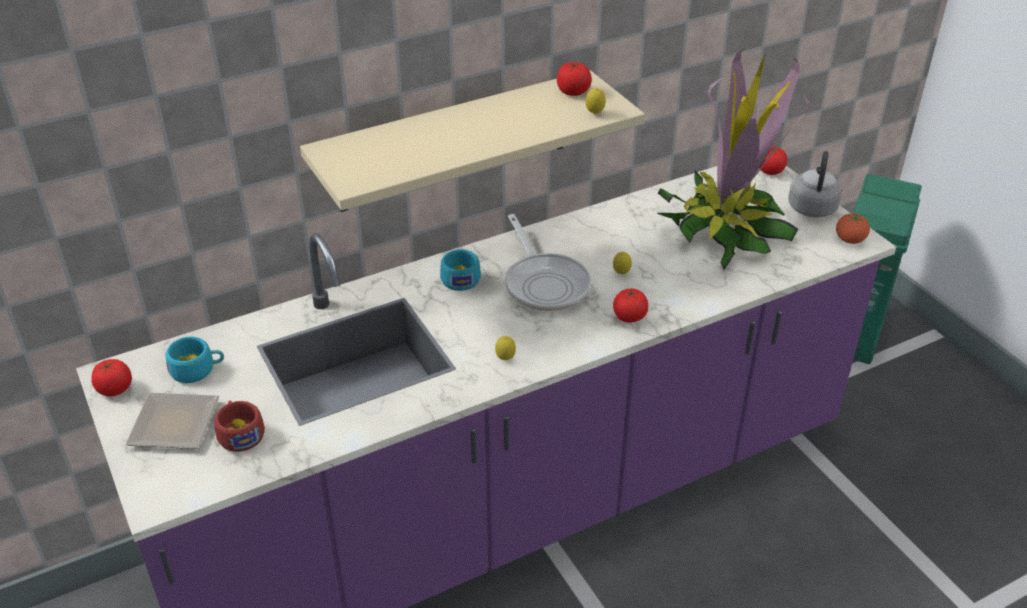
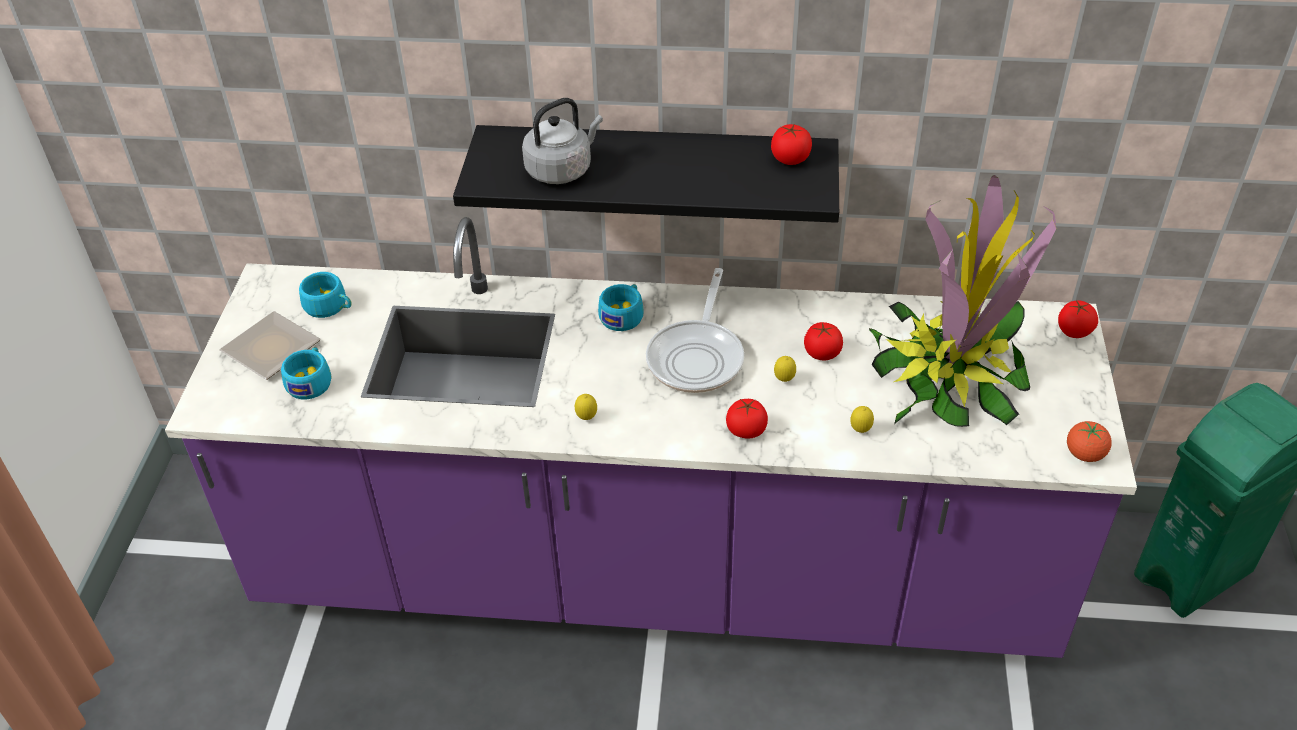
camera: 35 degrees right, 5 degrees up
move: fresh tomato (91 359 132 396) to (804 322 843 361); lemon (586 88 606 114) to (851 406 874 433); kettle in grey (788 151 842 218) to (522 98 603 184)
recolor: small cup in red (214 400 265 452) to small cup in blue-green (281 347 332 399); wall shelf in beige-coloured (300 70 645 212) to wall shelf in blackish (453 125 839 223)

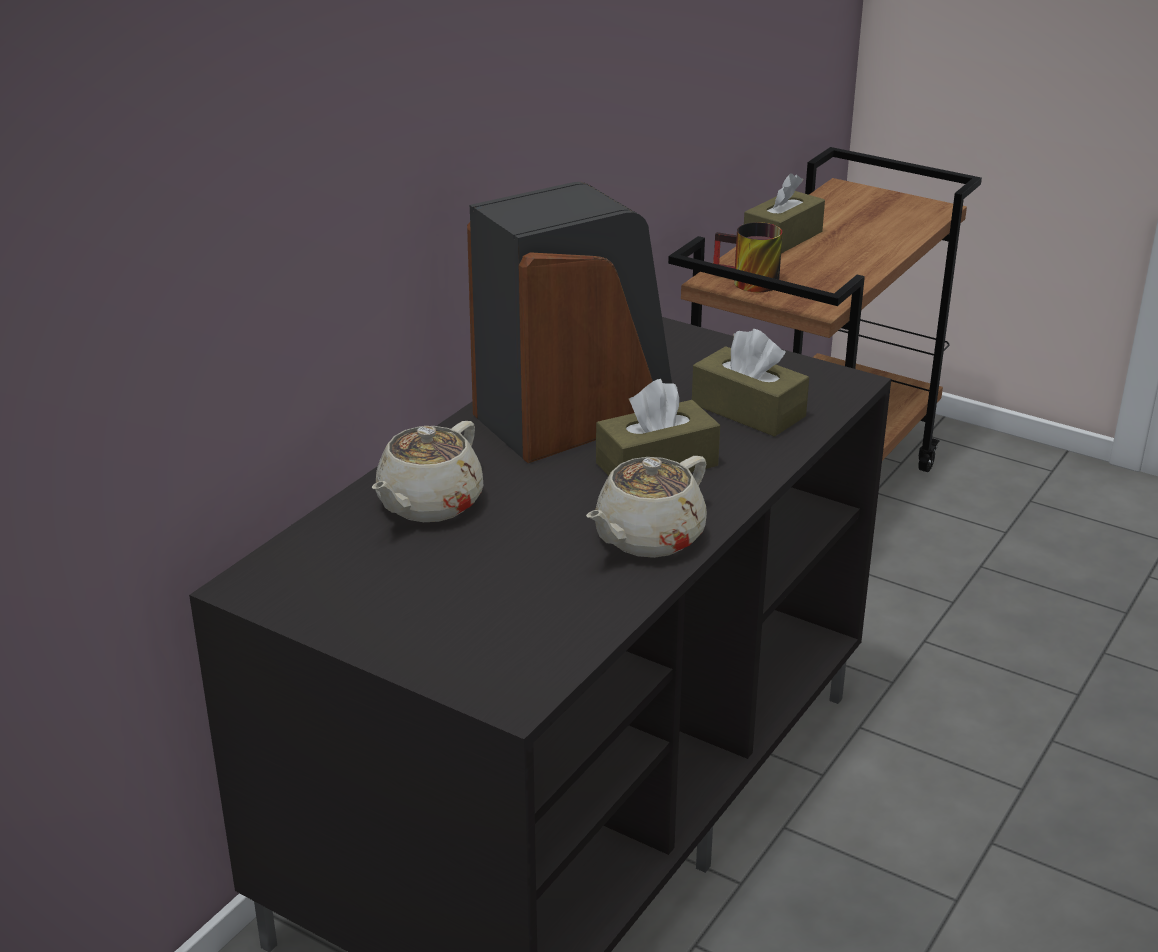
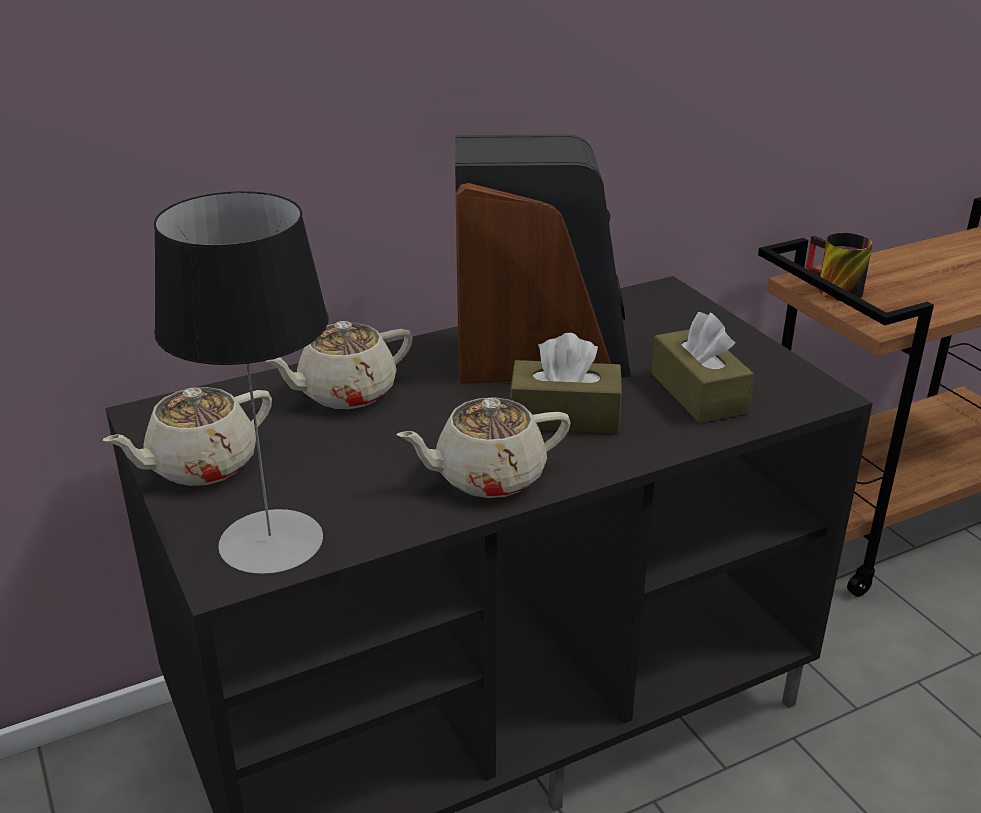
camera: 30 degrees right, 0 degrees up
delete: tissue holder in brown-coloured (744 173 825 254)
insert: teapot in beige-coloured (102 387 272 486); lamp for a table (154 191 328 574)

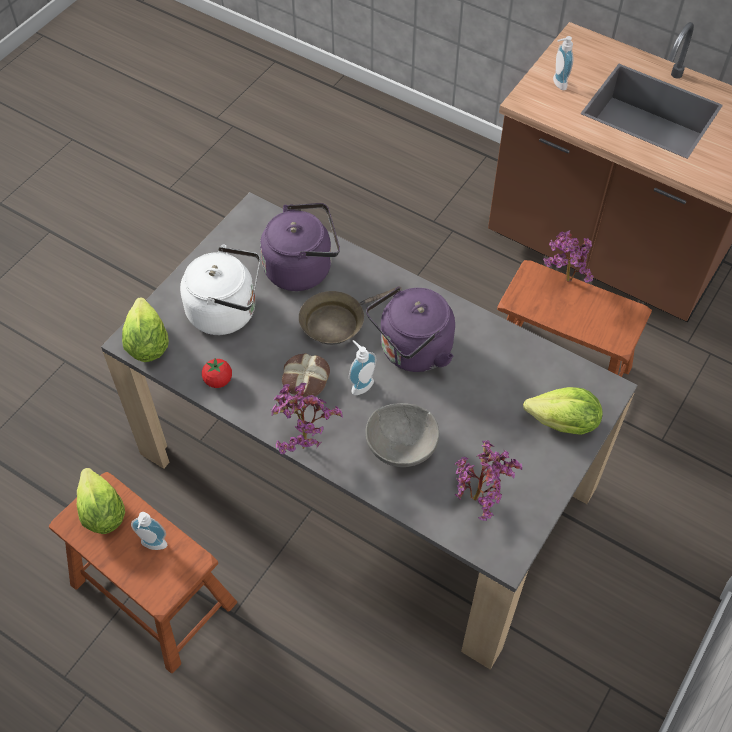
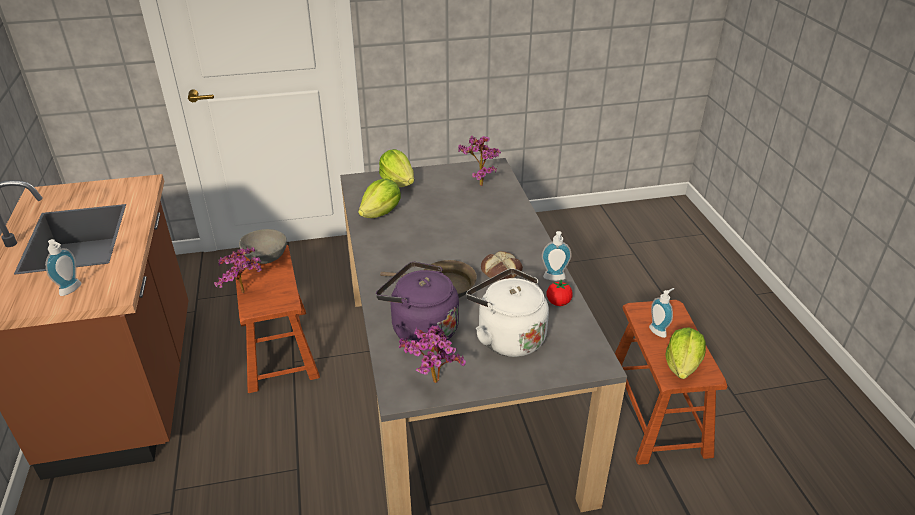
camera: 135 degrees left, 20 degrees down
delete: kettle in purple-coloured (366 287 455 372)
move: head of lettuce (122 297 169 362) to (358 178 401 218); plant in a pot (271 383 343 454) to (398 325 466 383); soap bottle (349 340 376 395) to (542 231 572 281); deep dish in grey (365 403 439 467) to (239 229 287 264)

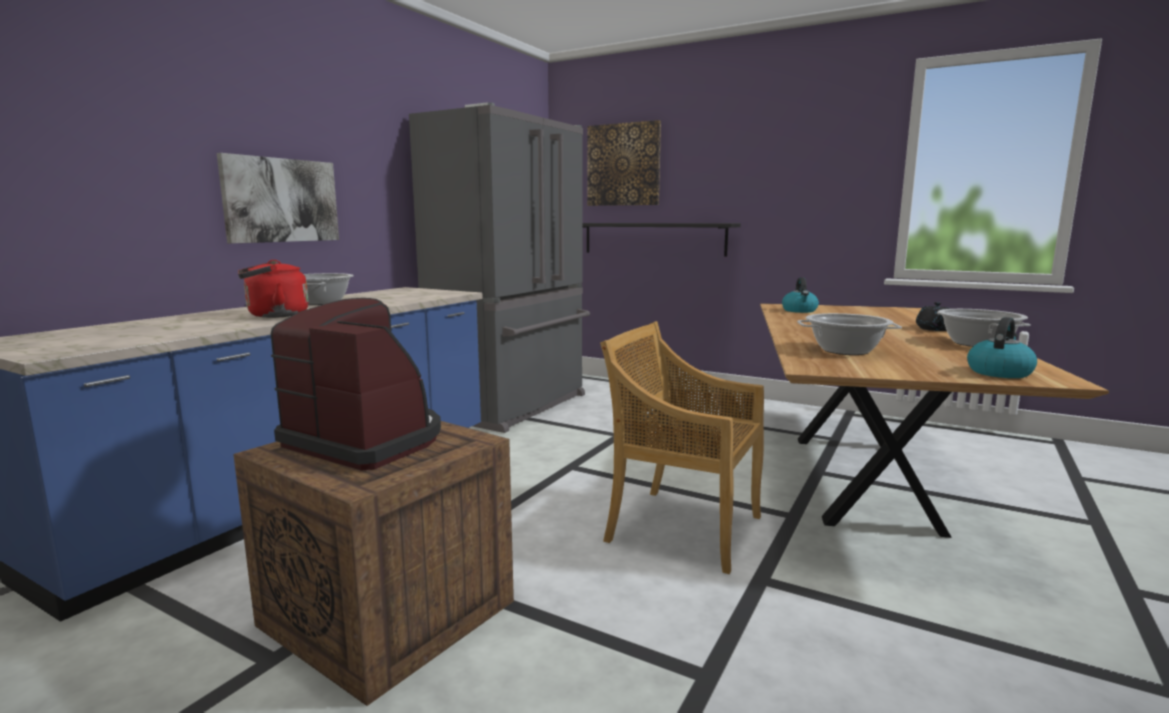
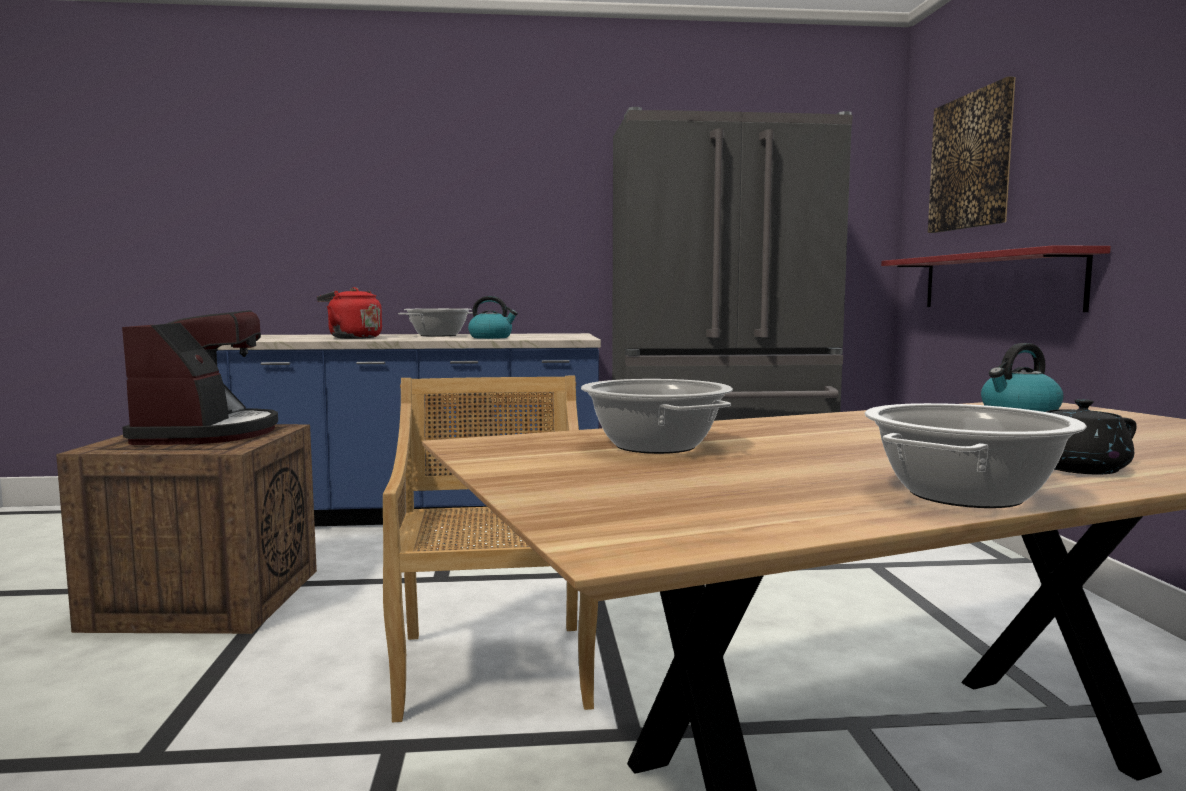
camera: 55 degrees right, 5 degrees down
delete: picture (217 153 339 243)
move: kettle (967 317 1037 378) to (468 296 518 339)
recolor: wall shelf in blackish (583 223 741 257) to wall shelf in red (881 245 1111 312)

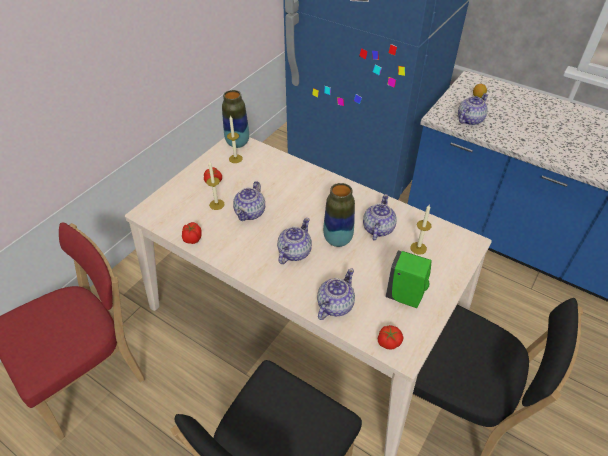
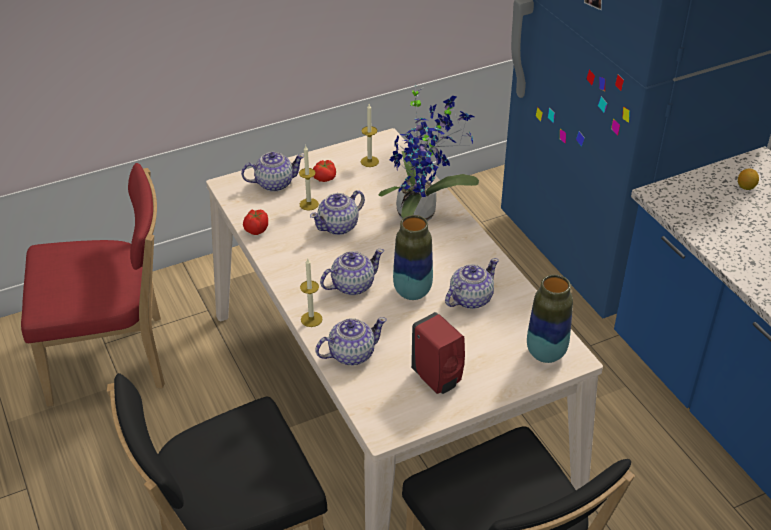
camera: 30 degrees right, 5 degrees down
delete: fresh tomato (378 325 403 350)
insert: plant in a pot (378 84 479 221)
move: decorative vase (222 90 249 148) to (527 275 573 363); candle (410 205 432 255) to (300 259 323 327); teapot (458 93 488 125) to (241 152 304 191)
recolor: soap bottle in greenish (385 250 431 308) to soap bottle in red (411 312 465 394)

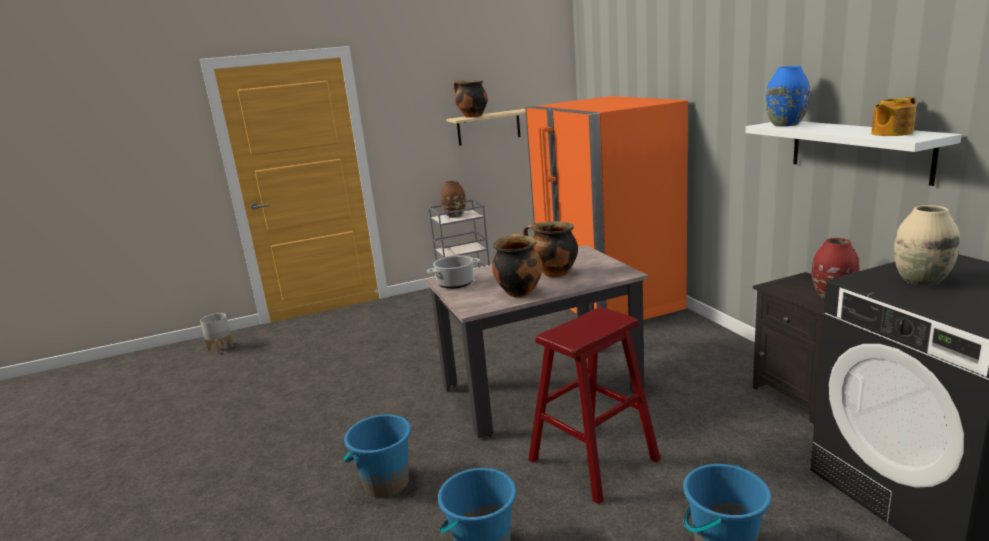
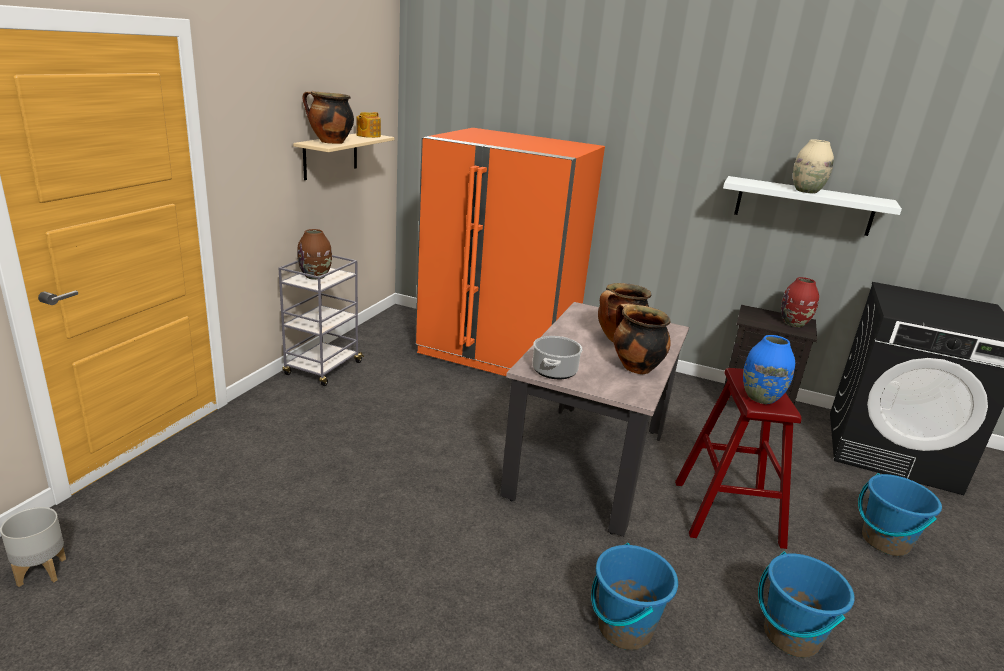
camera: 50 degrees left, 5 degrees up
move: decorative vase in blue (766 66 810 127) to (743 335 795 404); teapot (871 97 916 136) to (356 112 381 138); decorative vase in beige-coloured (894 205 960 286) to (793 139 834 194)

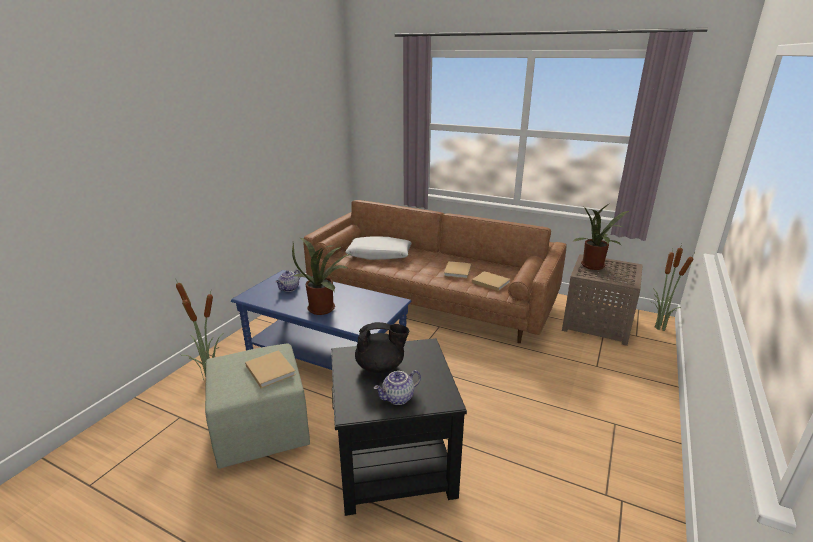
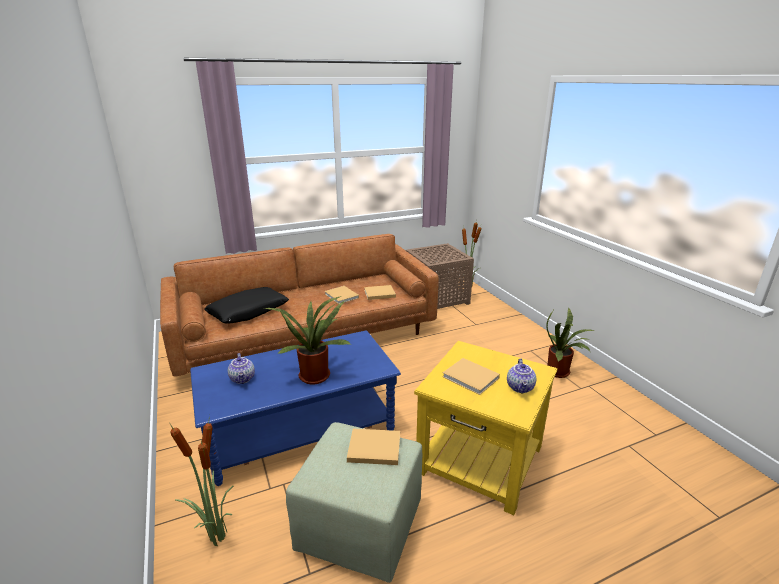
camera: 50 degrees left, 0 degrees up
move: plant in a pot (572 205 629 270) to (546 308 596 378)
replace: teapot in blackish (355 322 409 373) to volume in beige-coloured (442 358 500 395)
recolor: end table in blackish (331 338 467 516) to end table in yellowish (414 341 558 515); cushion in white (345 236 412 260) to cushion in blackish (204 287 289 324)

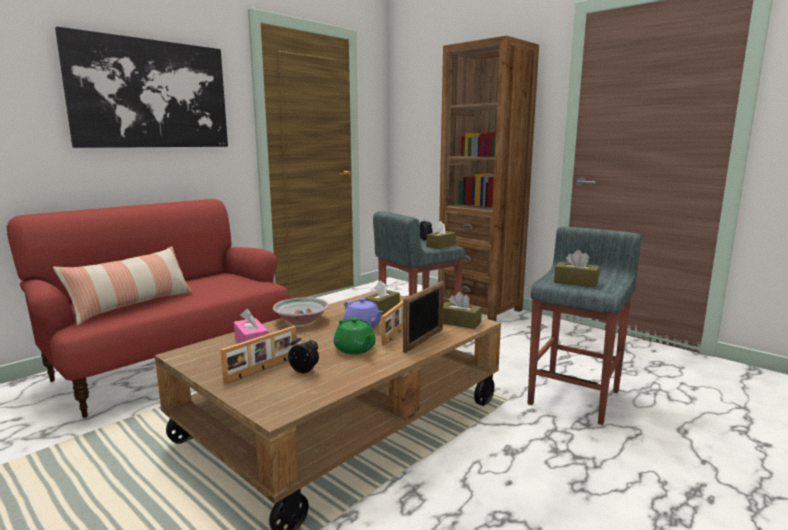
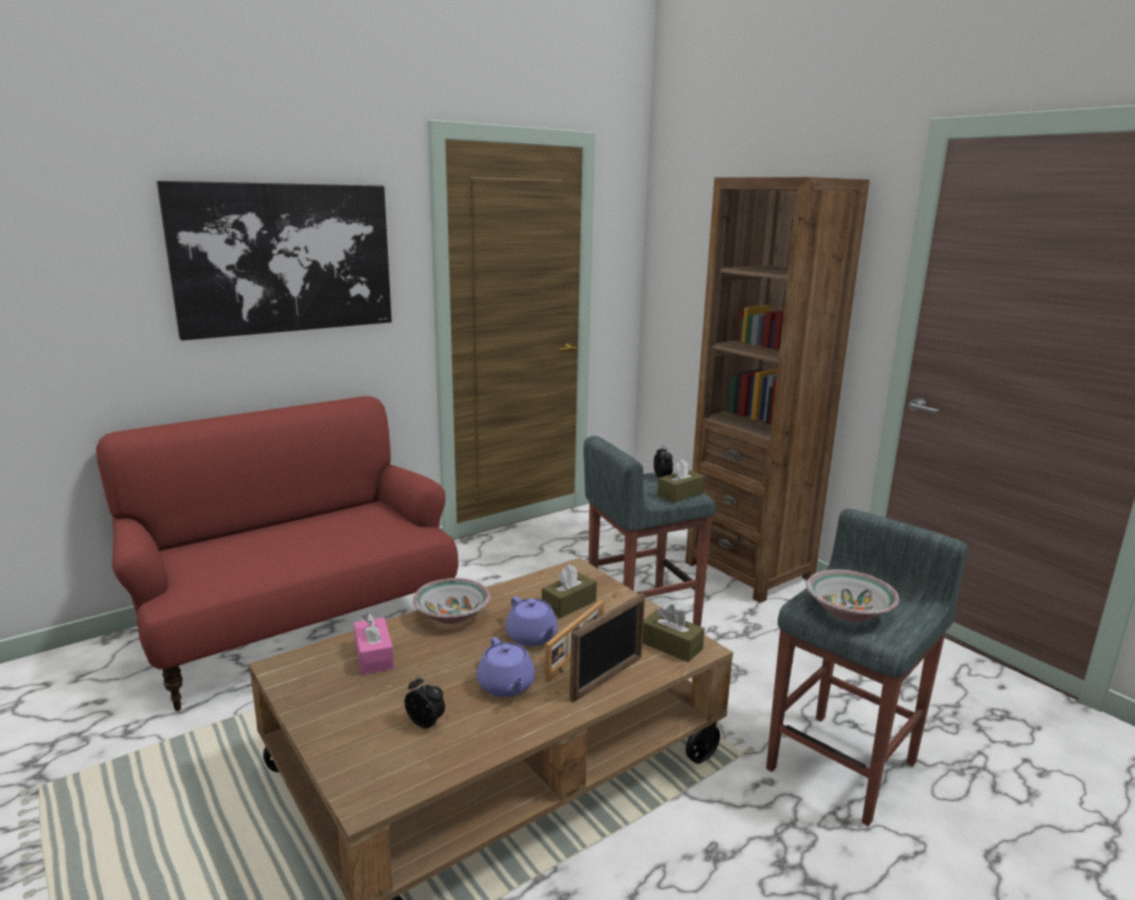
camera: 10 degrees right, 5 degrees up
delete: cushion (53 246 193 325); picture frame (220 326 297 384)
replace: tissue holder in brown-coloured (554 250 600 288) to deep dish (806 569 899 622)
recolor: teapot in greenish (334 317 376 354) to teapot in purple-coloured (477 637 535 697)

